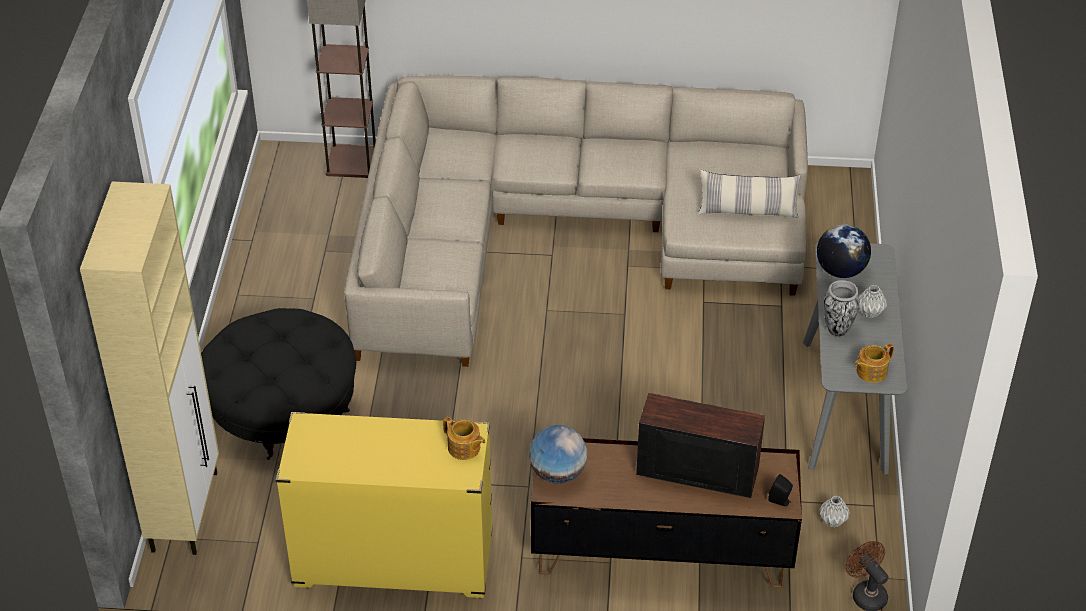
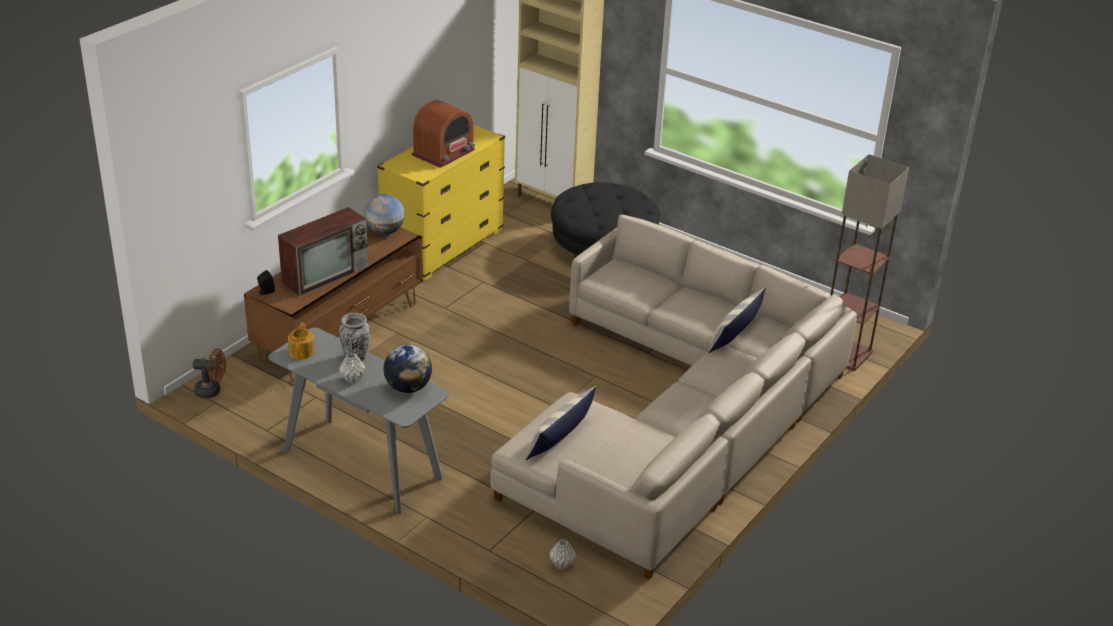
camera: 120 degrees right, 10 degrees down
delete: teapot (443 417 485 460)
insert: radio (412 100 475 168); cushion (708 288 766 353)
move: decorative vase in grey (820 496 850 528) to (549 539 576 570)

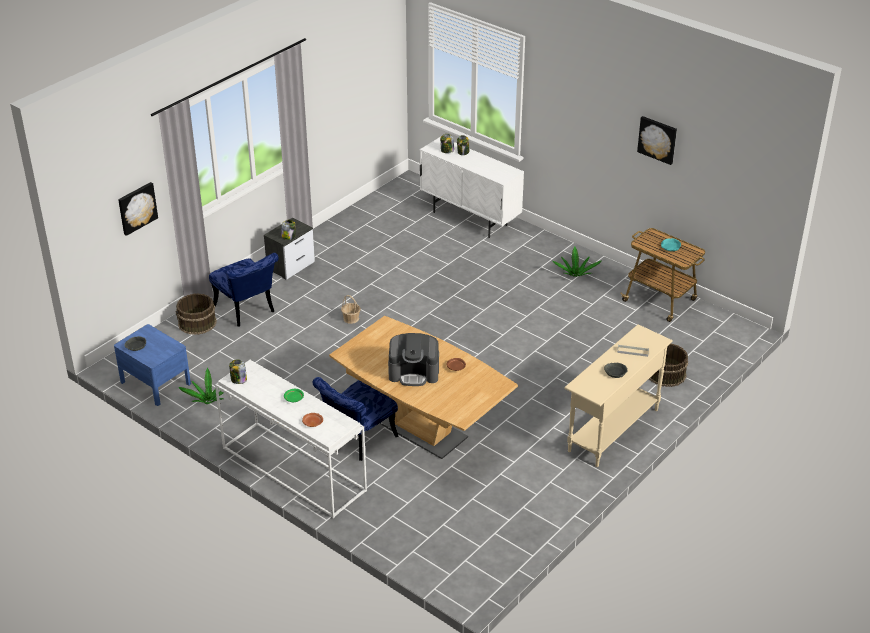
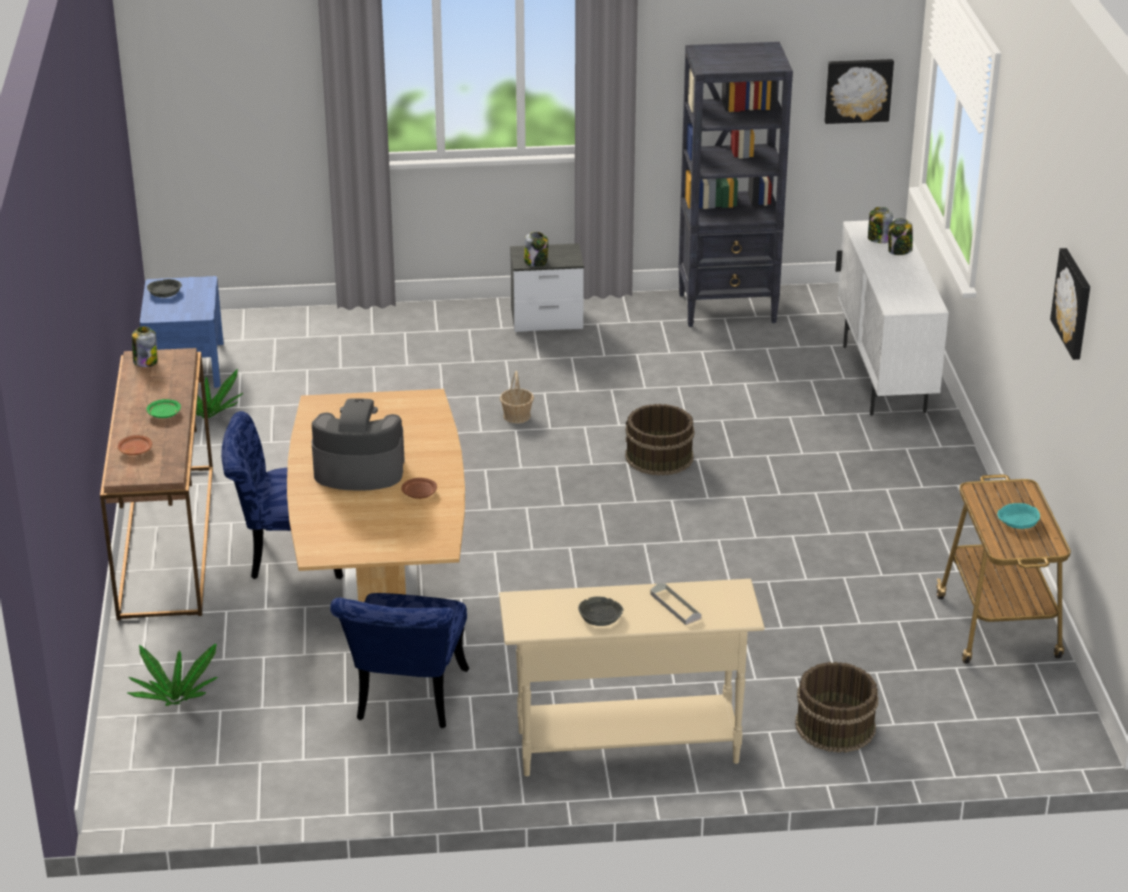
camera: 45 degrees right, 5 degrees down
insert: bookcase in blackish (678 42 793 327)
move: picture (118 182 158 236) to (825 59 894 124); water bucket in brown-coloured (175 293 217 335) to (625 404 695 476); chair in blue (209 253 279 327) to (330 593 469 728); plant in a pot (552 247 602 277) to (127 644 218 706)
recolor: narrow table in white (215 360 367 519) to narrow table in brown-coloured (100 348 213 620)
rotate: coffee maker (388 333 439 386) = (312 398 405 491) 135 degrees clockwise

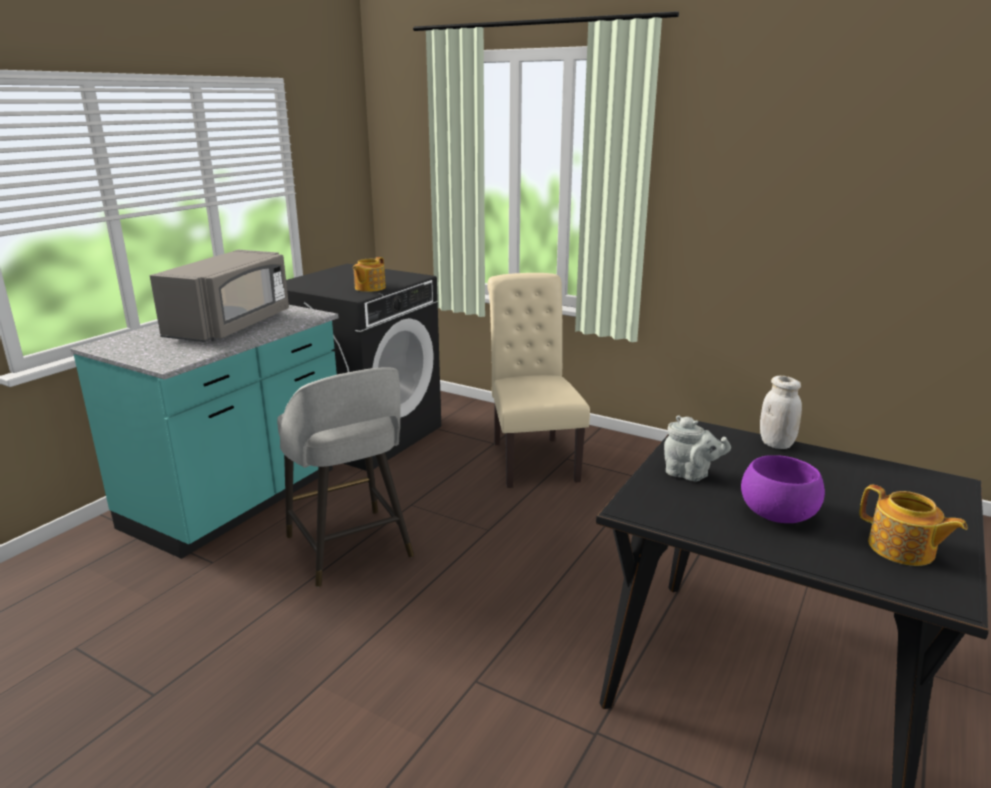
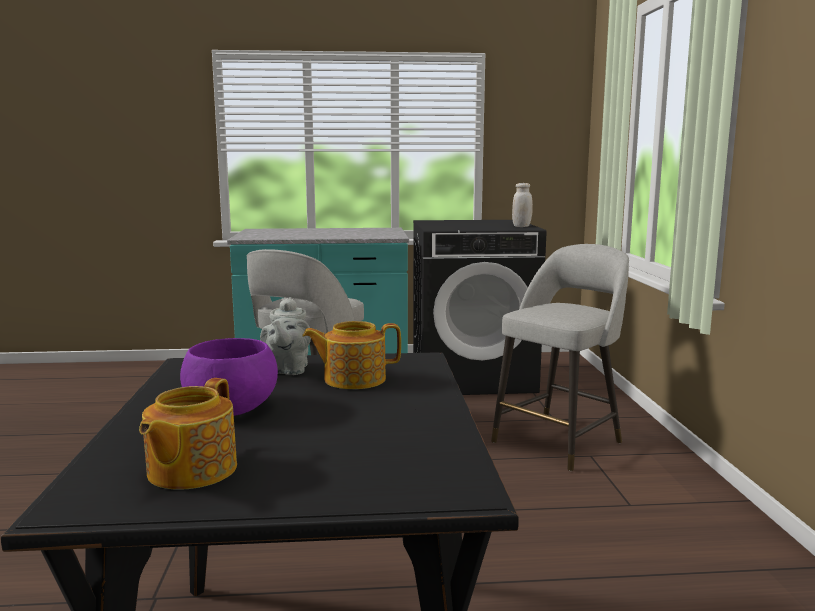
camera: 55 degrees right, 10 degrees down
delete: microwave in grey (150 250 289 342)
move: teapot (353 257 386 292) to (302 321 401 389); preserve jar in white (760 376 802 449) to (512 183 533 227)
replace: chair in beige-coloured (487 273 590 488) to stool in grey (491 244 629 471)

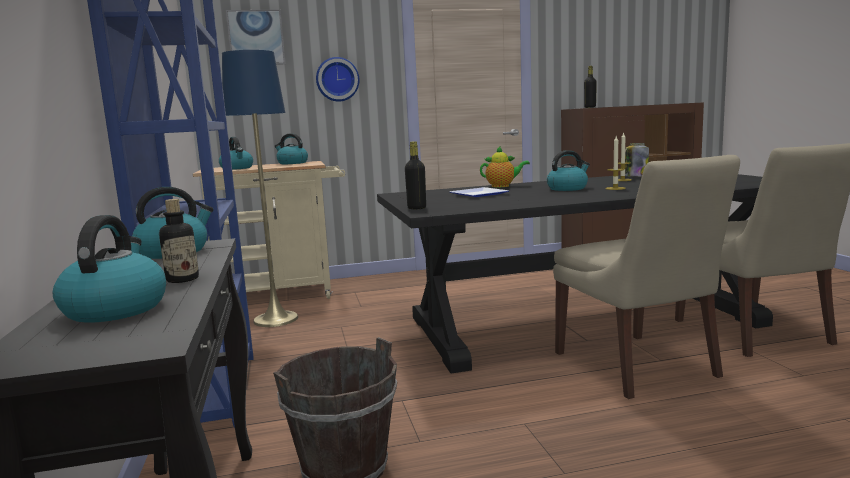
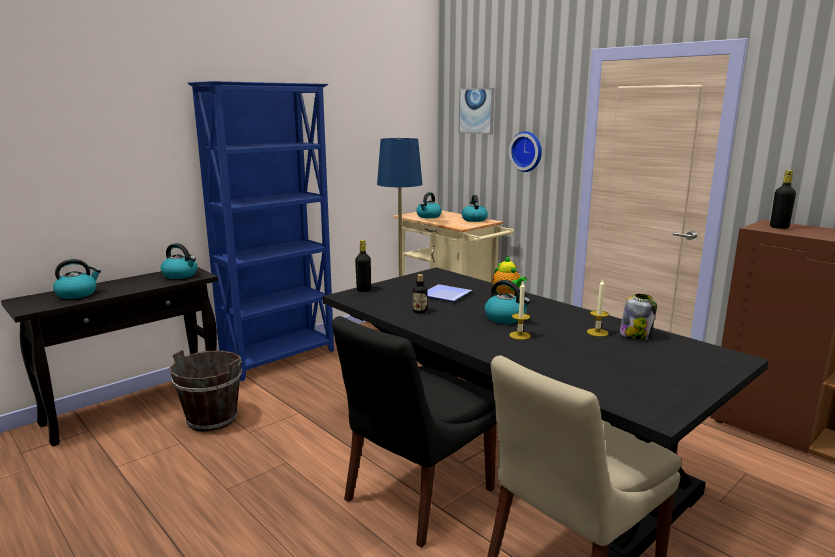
camera: 60 degrees right, 5 degrees up
move: beverage bottle (159 199 199 283) to (413 274 428 313)
recolor: chair in beige-coloured (553 155 740 399) to chair in blackish (332 316 496 548)

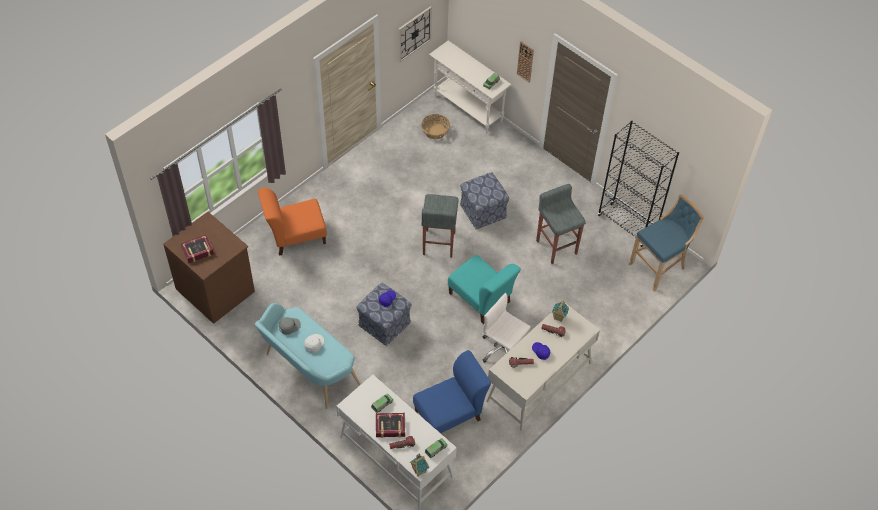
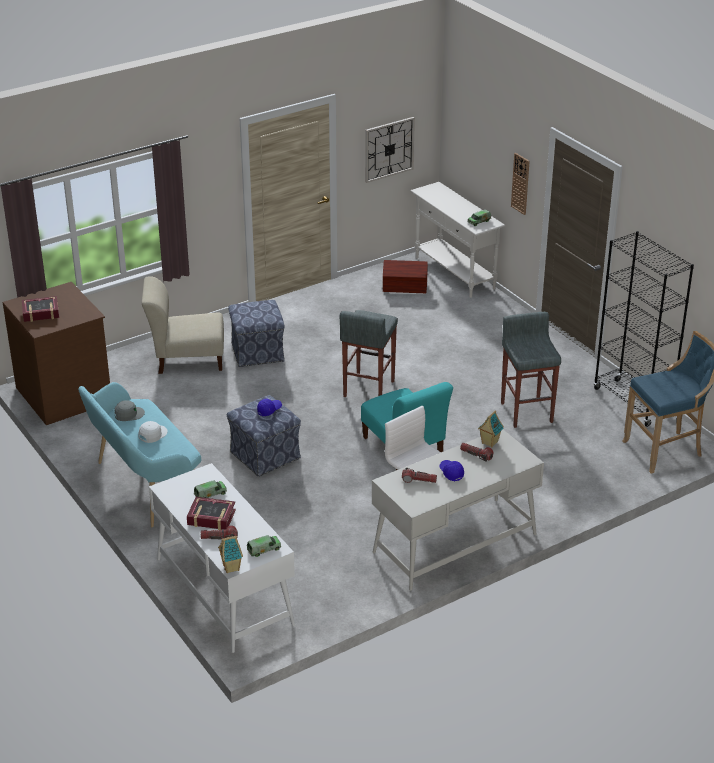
camera: 15 degrees right, 20 degrees down
delete: chair in blue (413 350 491 433)
move: footrest (460 172 509 229) to (228 300 285 367)
replace: storage basket (421 114 450 139) to storage container in brown-coloured (383 260 428 293)
recolor: chair in orange (258 188 327 256) to chair in beige-coloured (142 277 224 374)

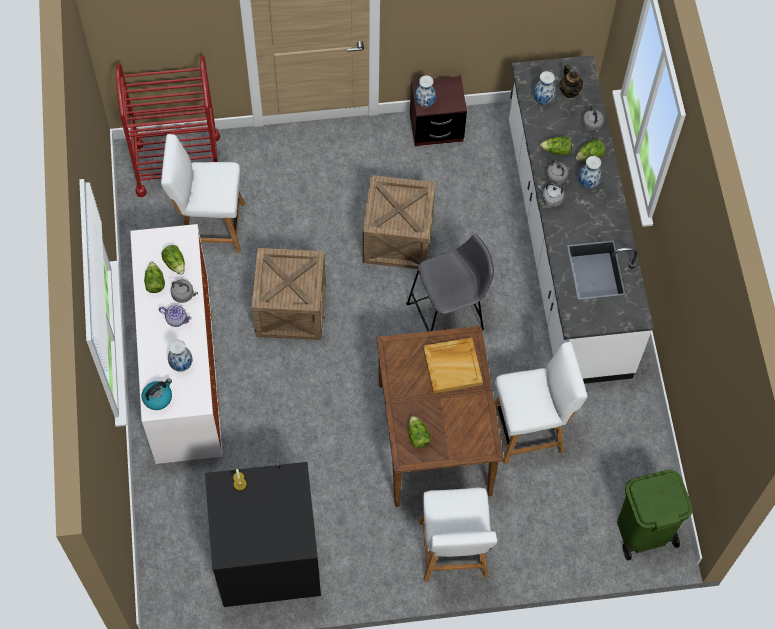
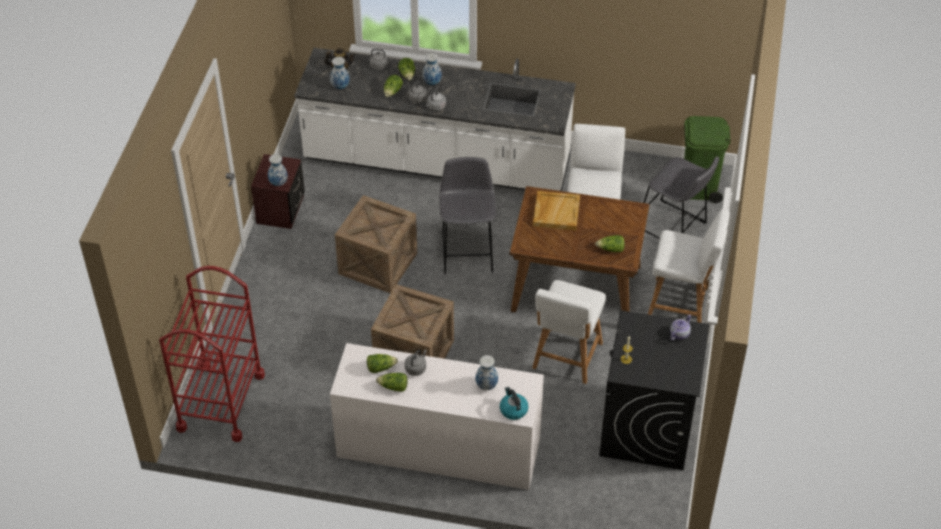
camera: 70 degrees left, 15 degrees down
insert: stool in grey (643 157 719 239)
move: teapot (159 305 192 327) to (670 314 691 340); chair in white (161 134 245 253) to (532 280 606 384)

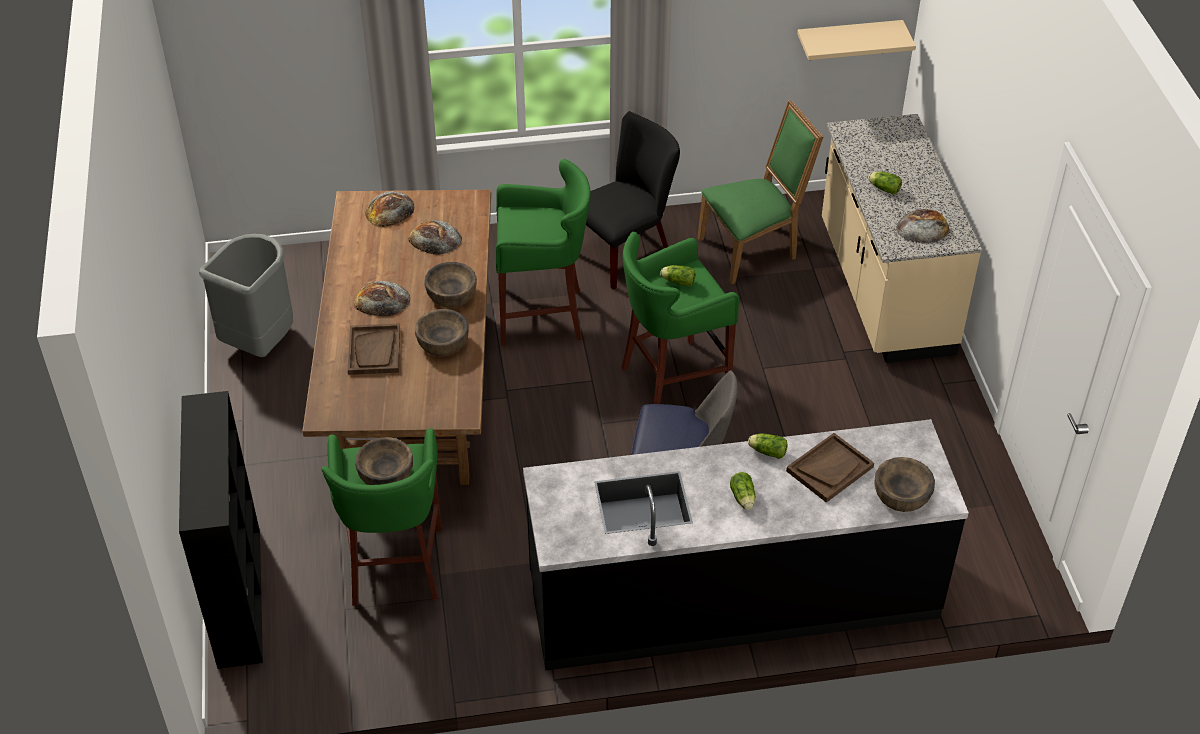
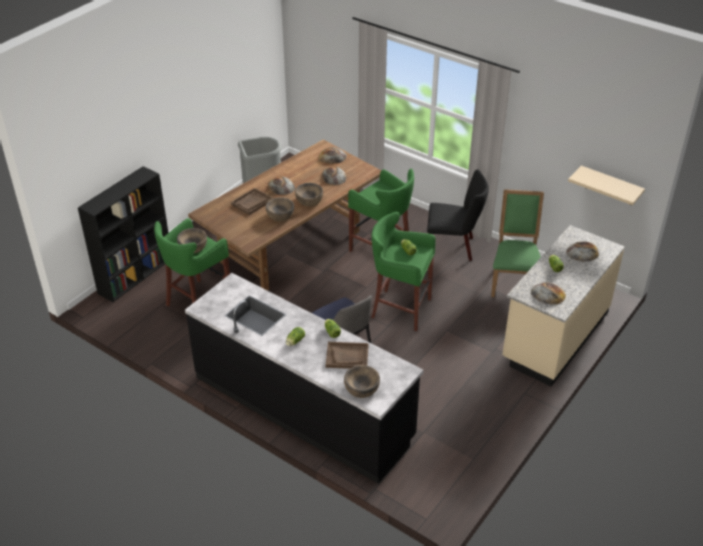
camera: 45 degrees right, 5 degrees down
insert: bread (566 241 599 262)
rotate: chair in greenish (697 100 823 285) = (491 189 544 297) 105 degrees counterclockwise

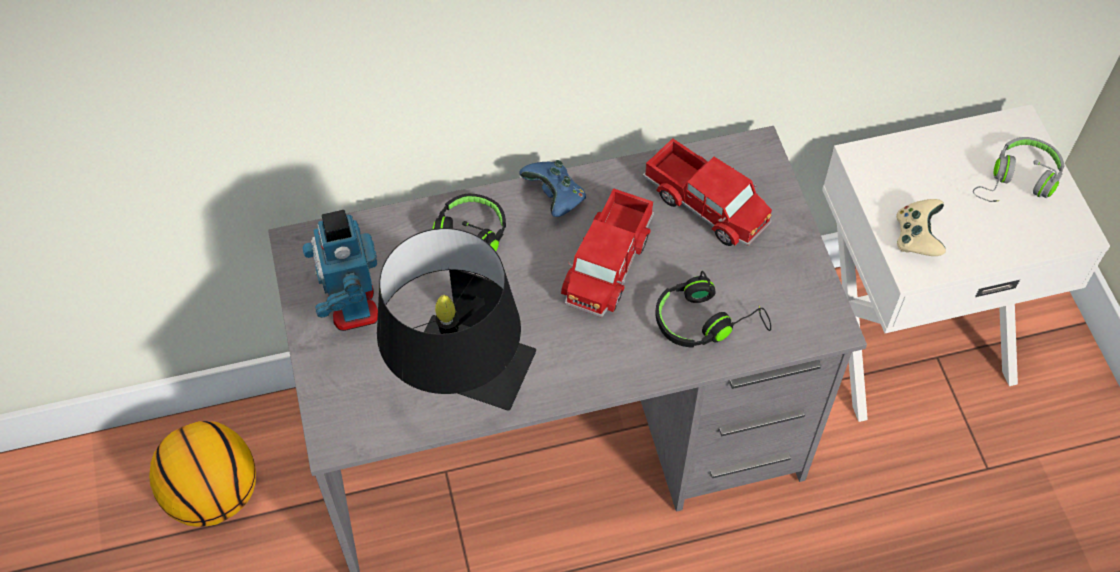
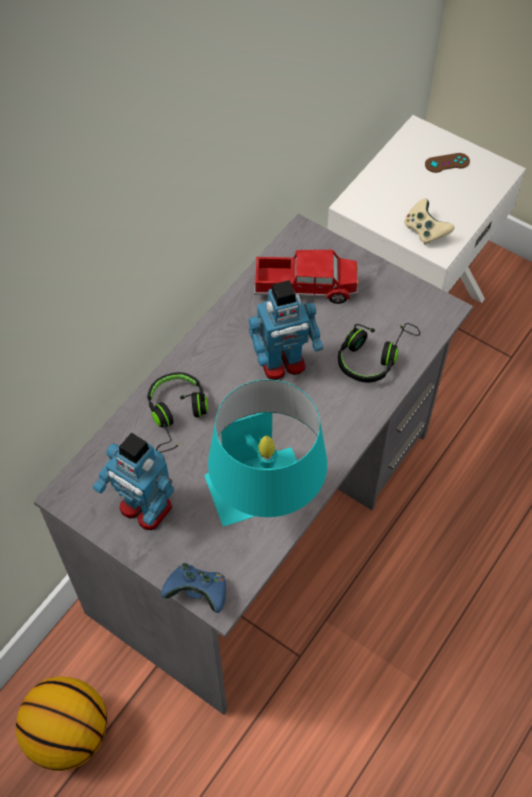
camera: 40 degrees left, 0 degrees up
move: game controller in blue (519 160 586 217) to (161 563 226 613)
replace: toy truck (561 188 654 318) to toy robot (249 280 323 380); headset in grey (973 137 1065 202) to game controller in brown-coloured (425 153 470 173)
recolor: lamp for a table in blackish (377 228 536 411) to lamp for a table in blue-green (205 380 327 526)

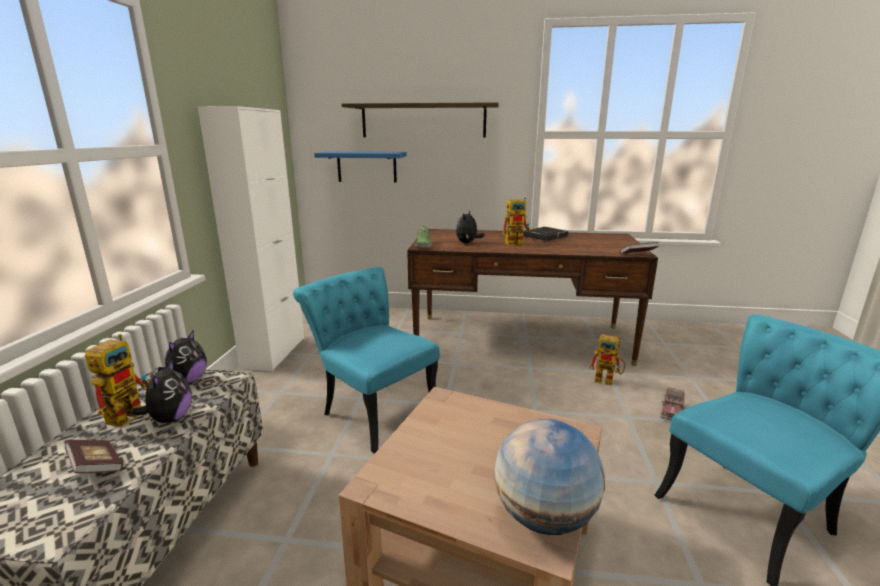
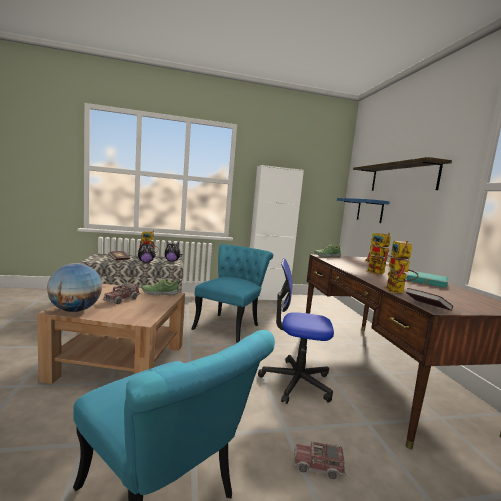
camera: 70 degrees right, 10 degrees down
delete: cuddly toy (456 210 485 243)
insert: toy truck (103 283 141 304); low shoe (142 279 179 296); computer chair (258 258 334 404)
move: toy robot (589 335 626 386) to (384 240 419 293)
recolor: volume in blackish (523 227 568 241) to volume in blue-green (406 271 448 288)

